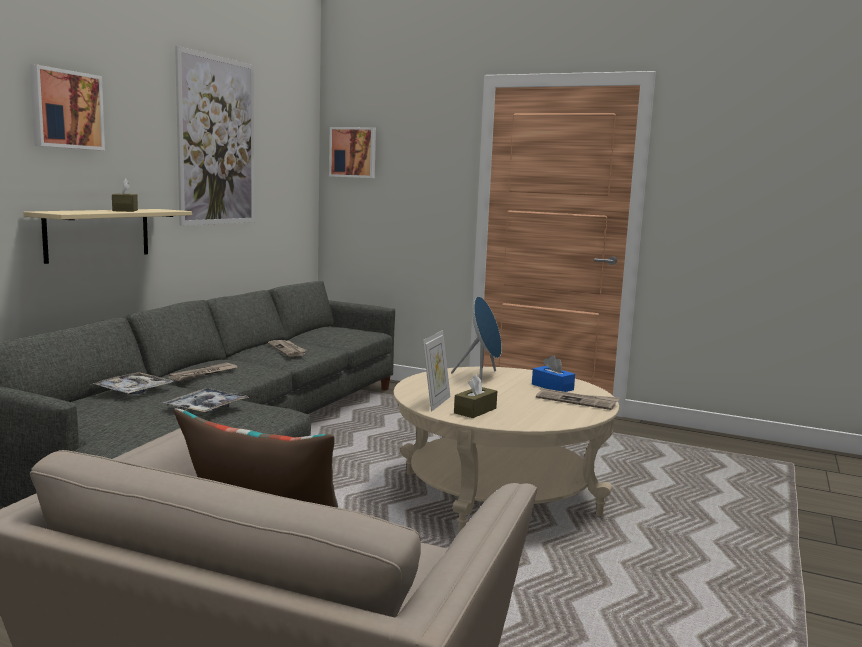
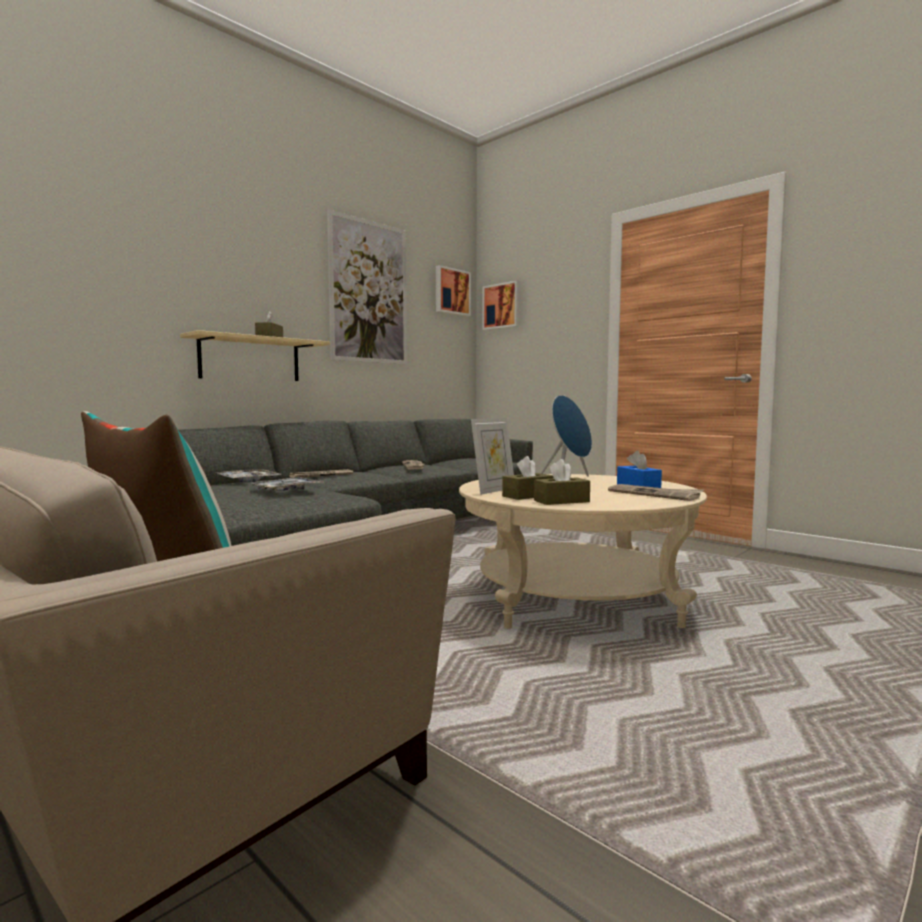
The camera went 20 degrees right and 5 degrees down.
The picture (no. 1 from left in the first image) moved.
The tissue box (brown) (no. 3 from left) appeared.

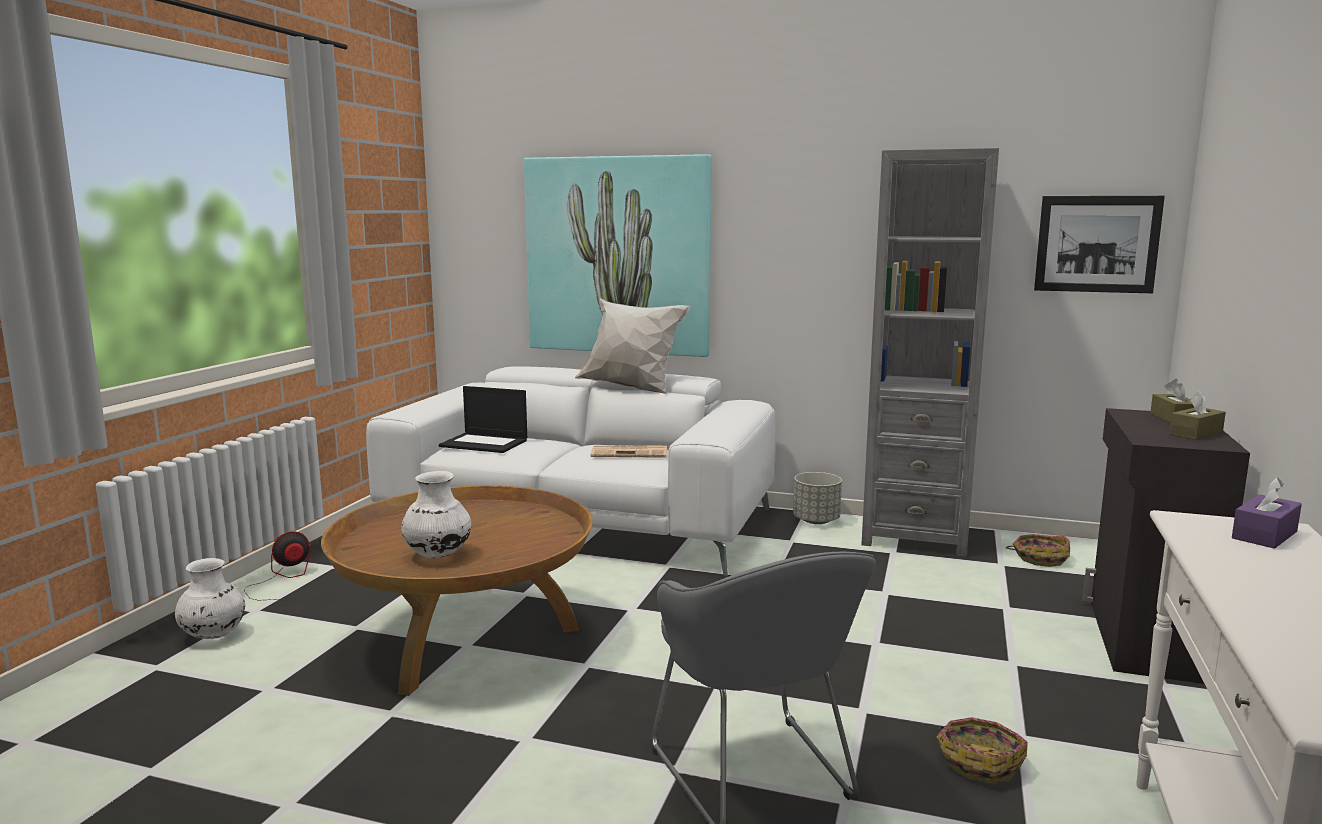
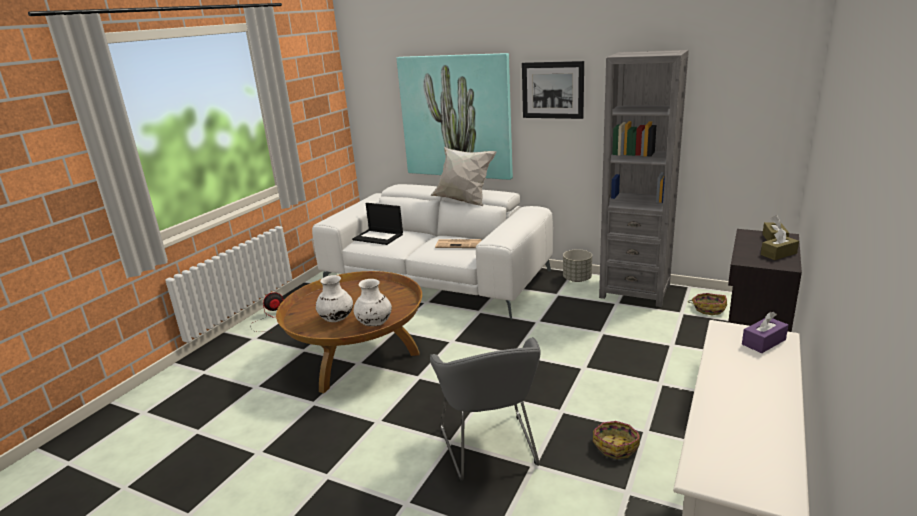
The camera went 10 degrees right and 10 degrees up.
The picture (no. 2 from left) moved.
The vase (white) (no. 1 from left in the first image) moved.

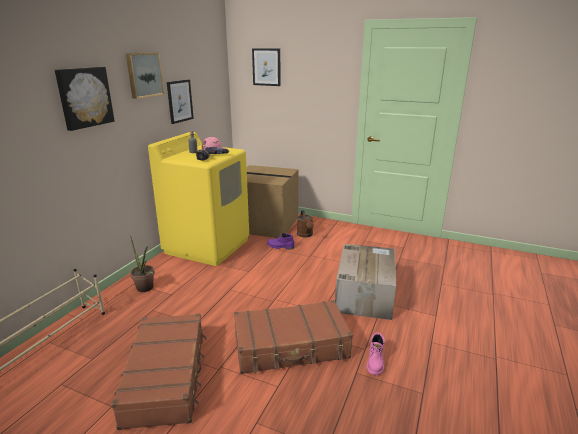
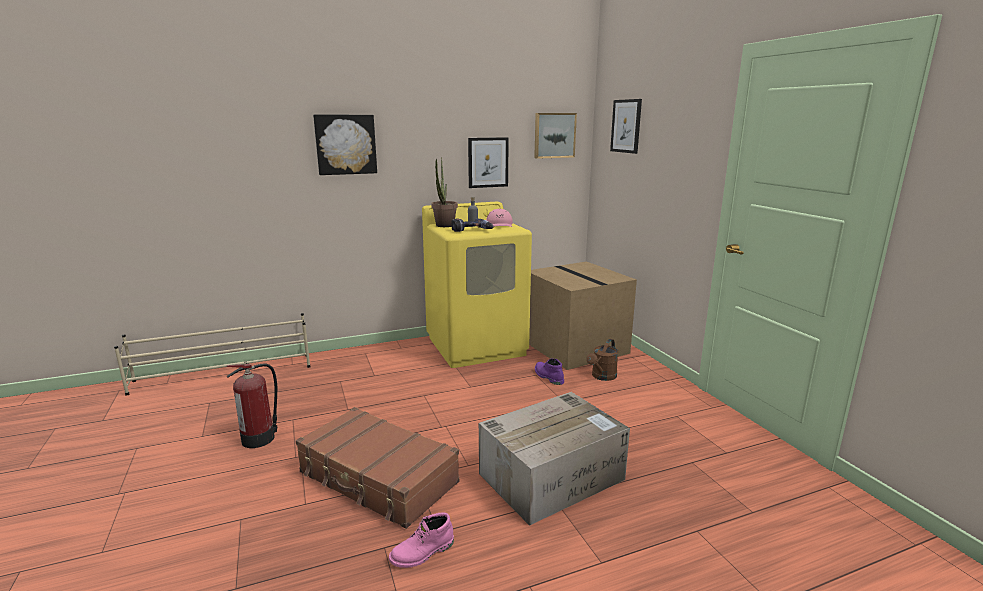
The camera went 45 degrees right and 5 degrees down.
The picture (no. 2 from left in the first image) moved.
The potted plant moved.
The suitcase (brown) (no. 1 from left) was replaced by the fire extinguisher.

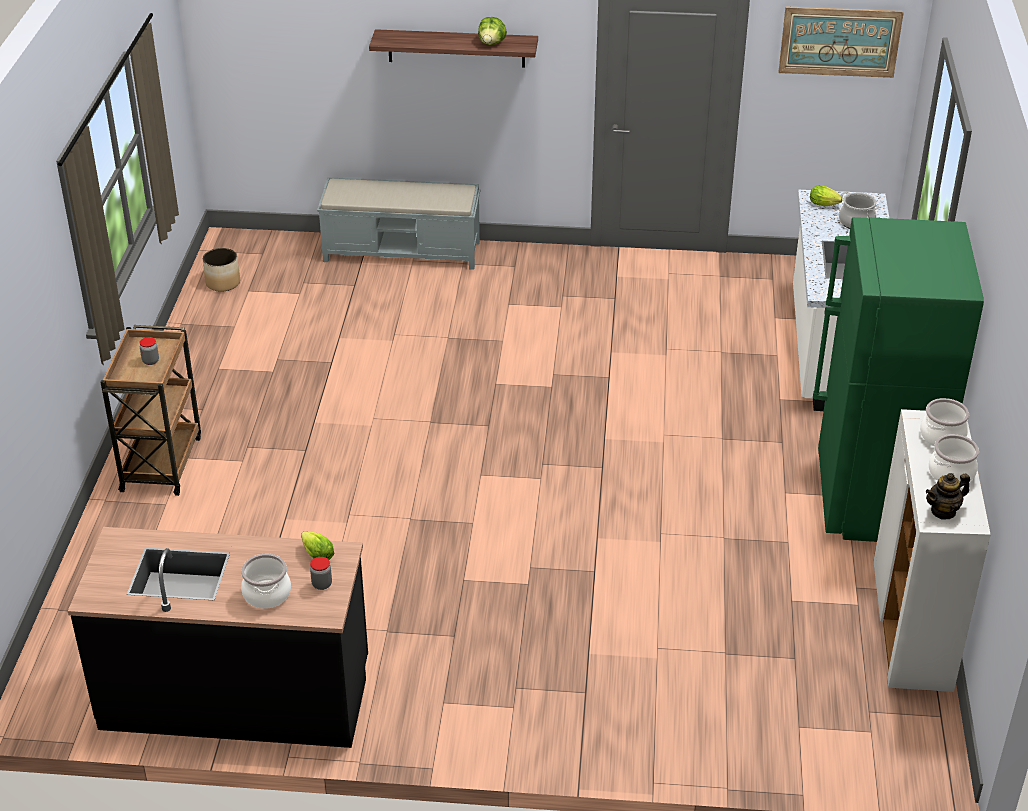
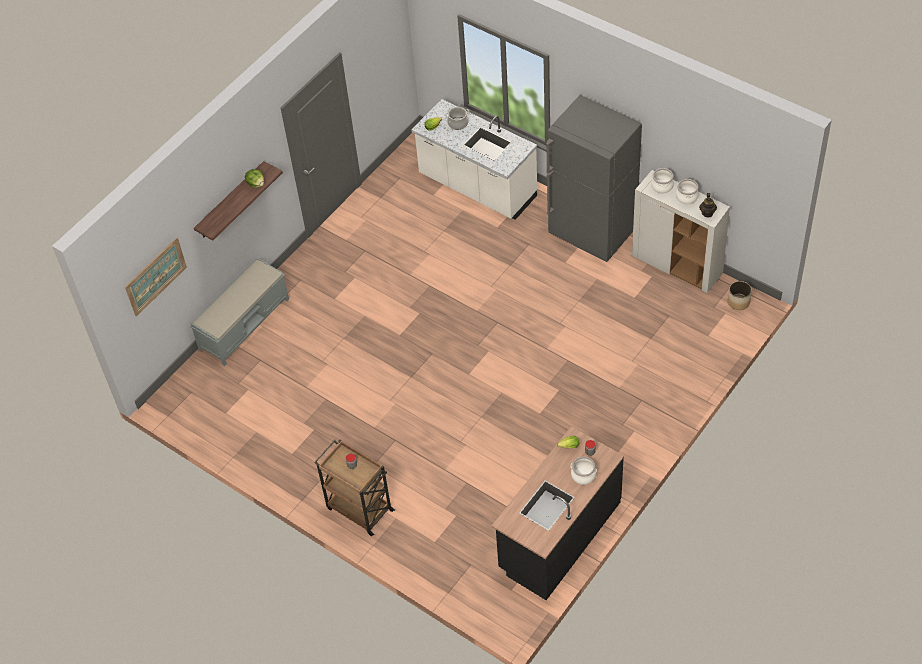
The camera went 55 degrees left and 15 degrees up.
The picture moved.
The fridge (green) became the fridge (grey).
The planter moved.

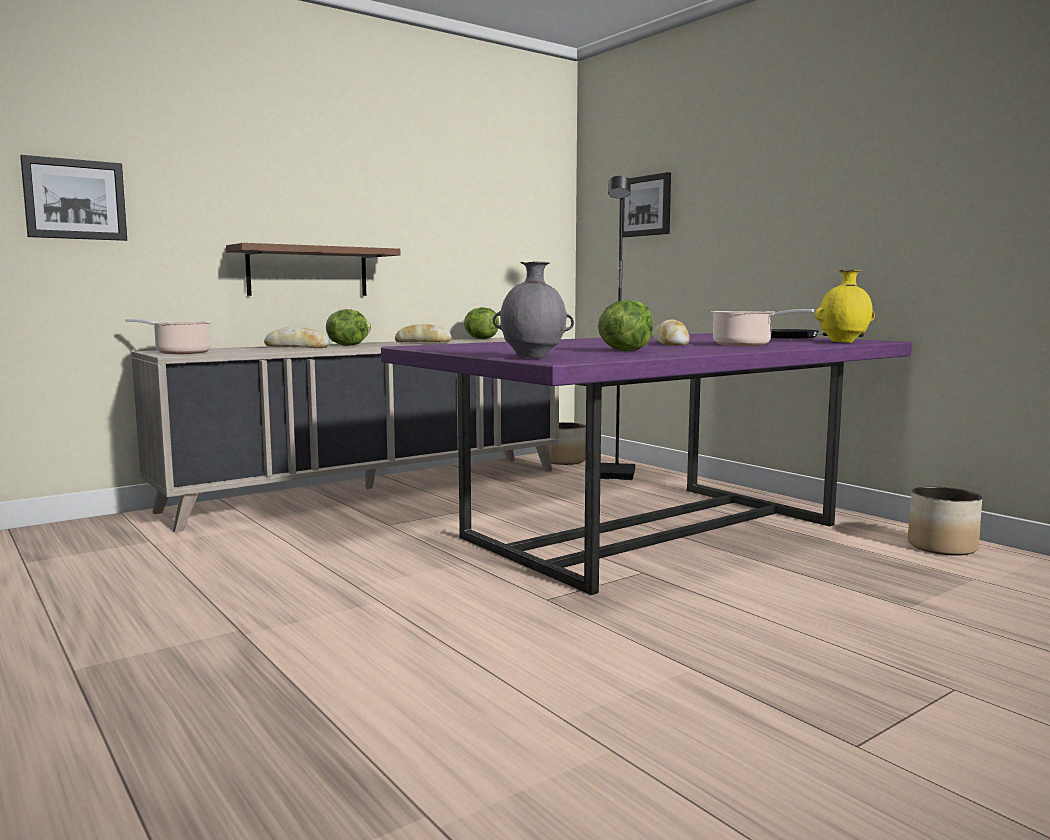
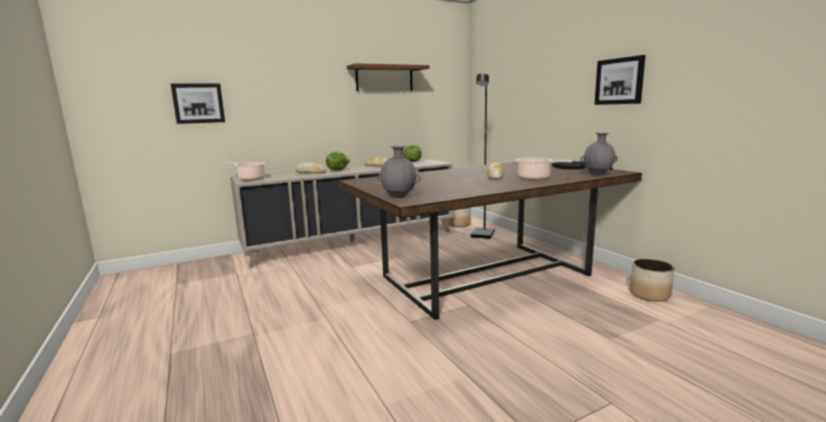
The camera went 10 degrees right and 5 degrees up.
The picture (no. 2 from left) moved.
The shelf (brown) moved.
The vase (yellow) became the vase (grey) (no. 2 from left).
The lettuce (no. 3 from left) disappeared.
The dining table (purple) became the dining table (brown).

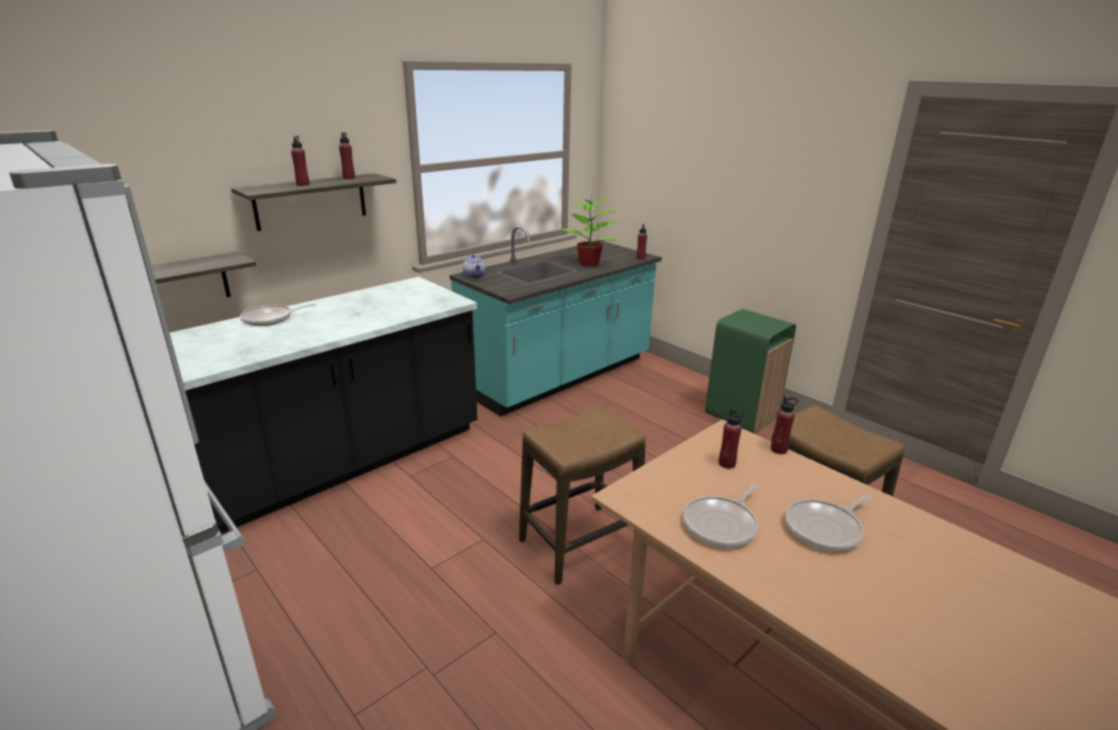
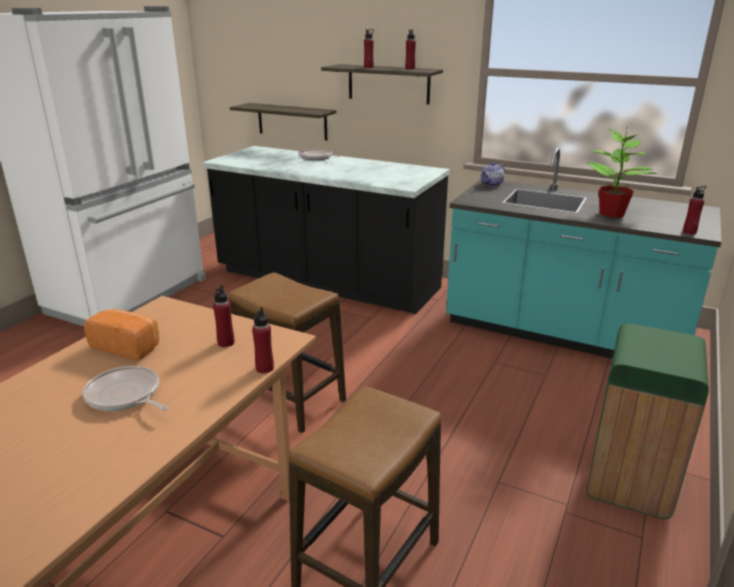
The camera went 70 degrees right and 0 degrees up.
The frying pan (no. 2 from left) was replaced by the bread.

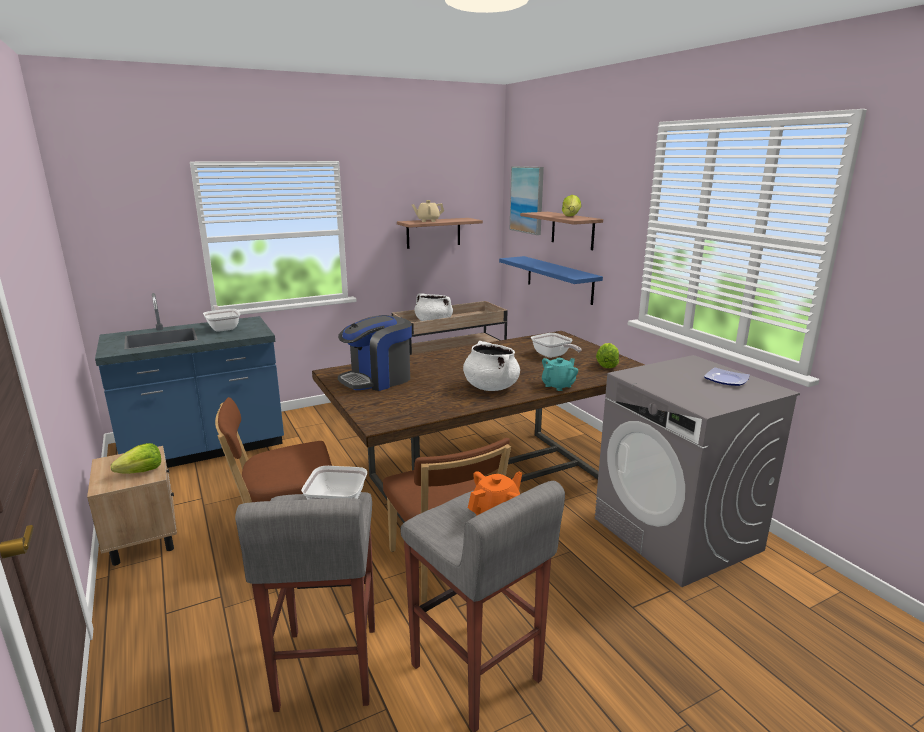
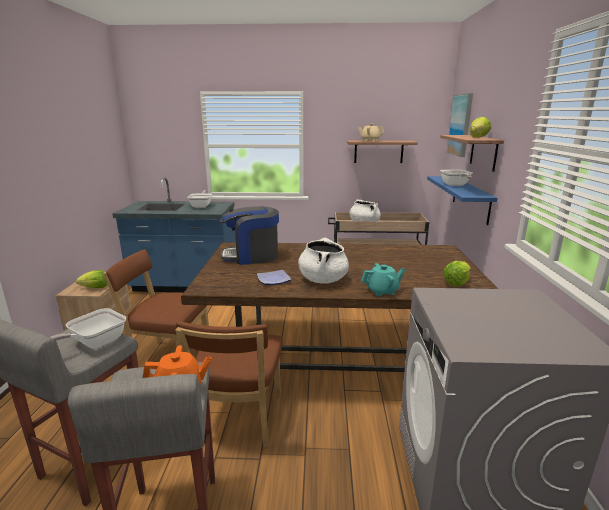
The camera went 30 degrees right and 0 degrees up.
The frying pan (no. 3 from left) moved.
The plate moved.

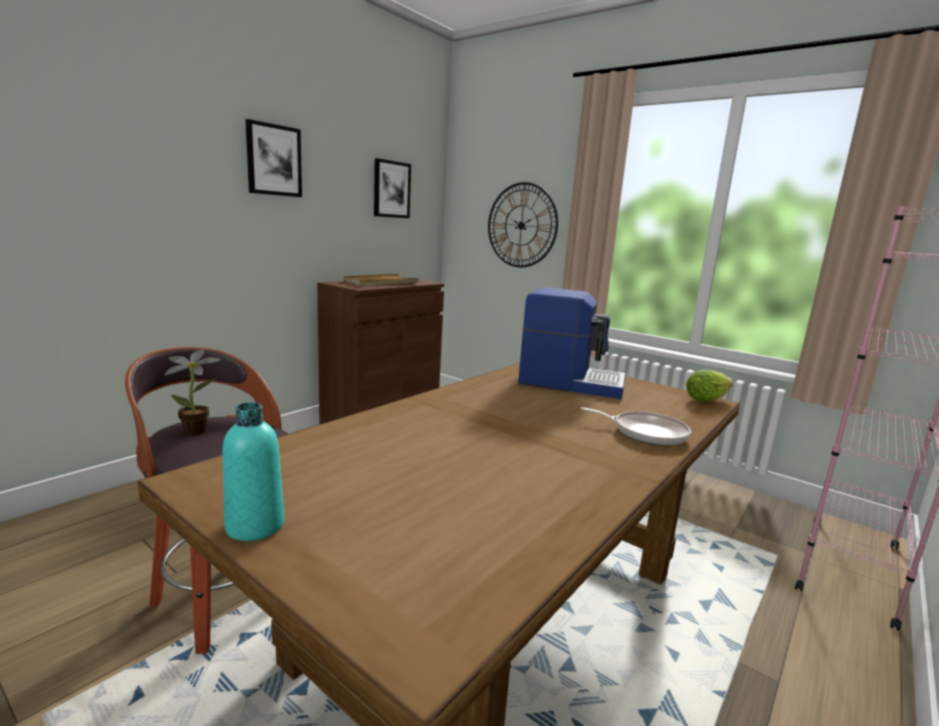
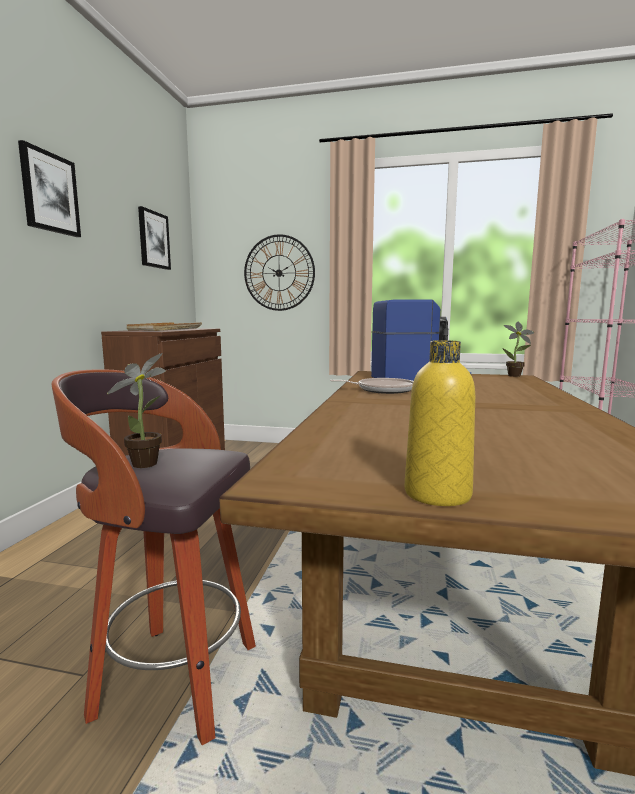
The camera went 25 degrees left and 5 degrees down.
The lettuce was replaced by the potted plant (no. 2 from left).
The bottle (turquoise) became the bottle (yellow).
The frying pan moved.

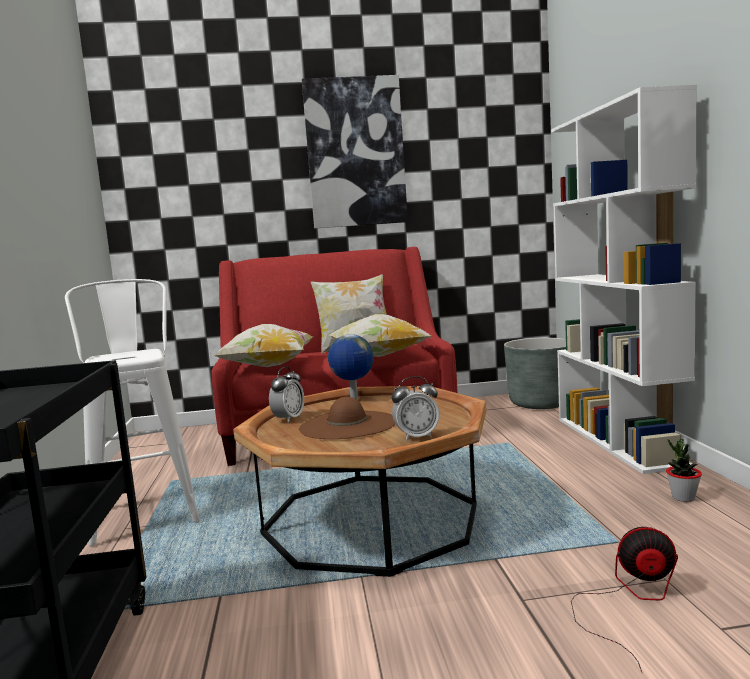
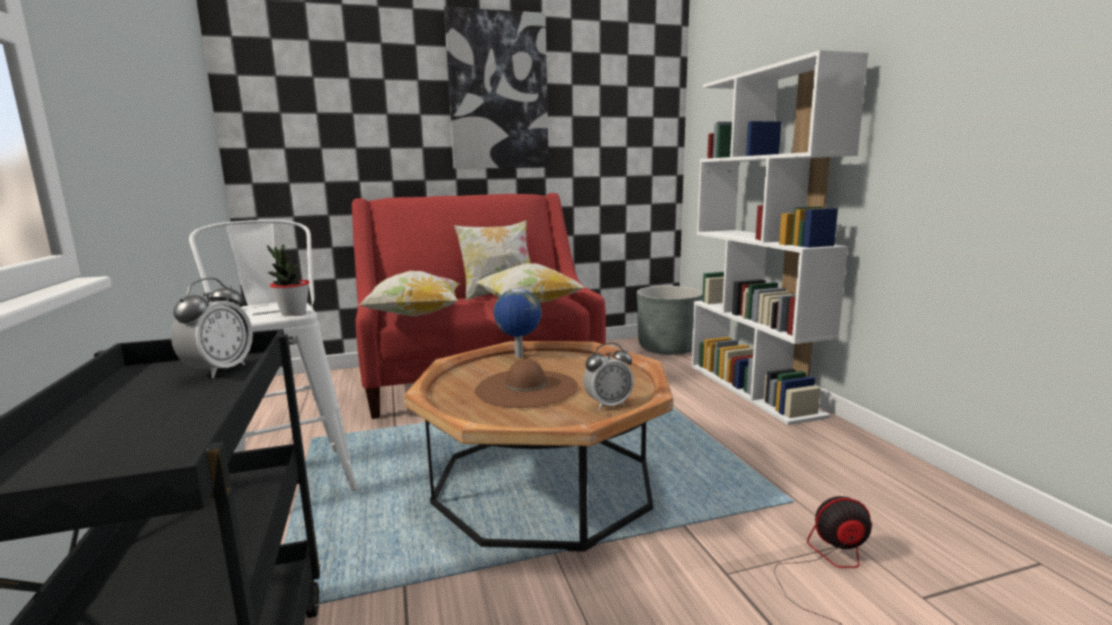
The camera went 10 degrees left and 5 degrees up.
The alarm clock (no. 1 from left) moved.
The potted plant moved.

